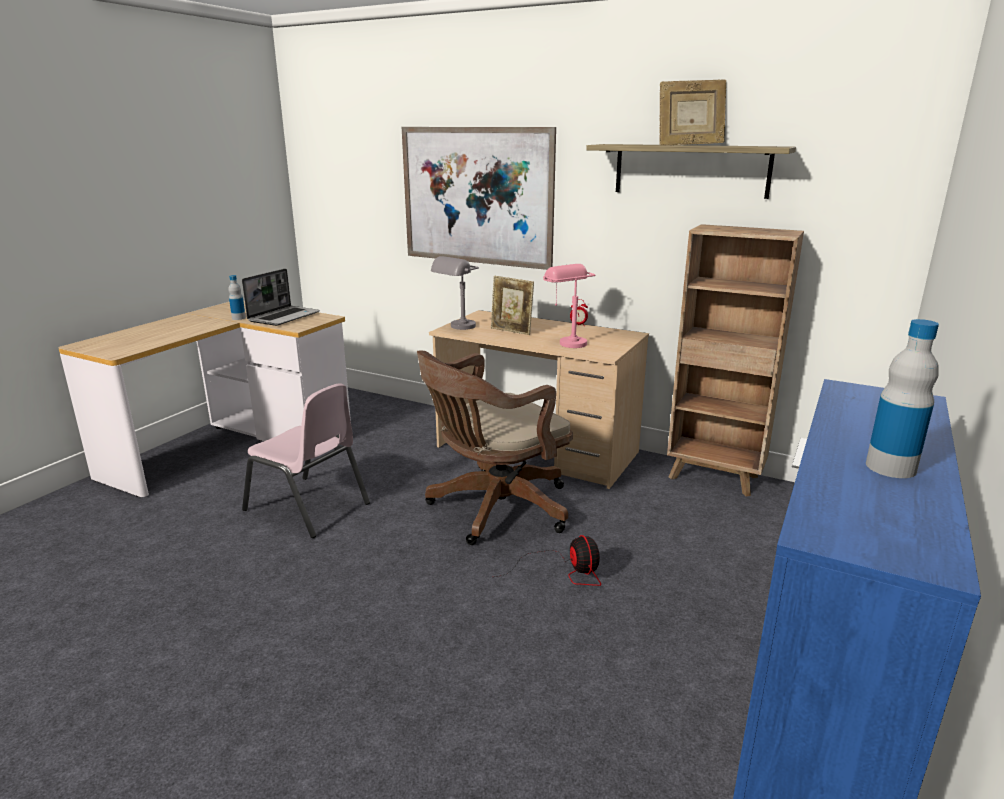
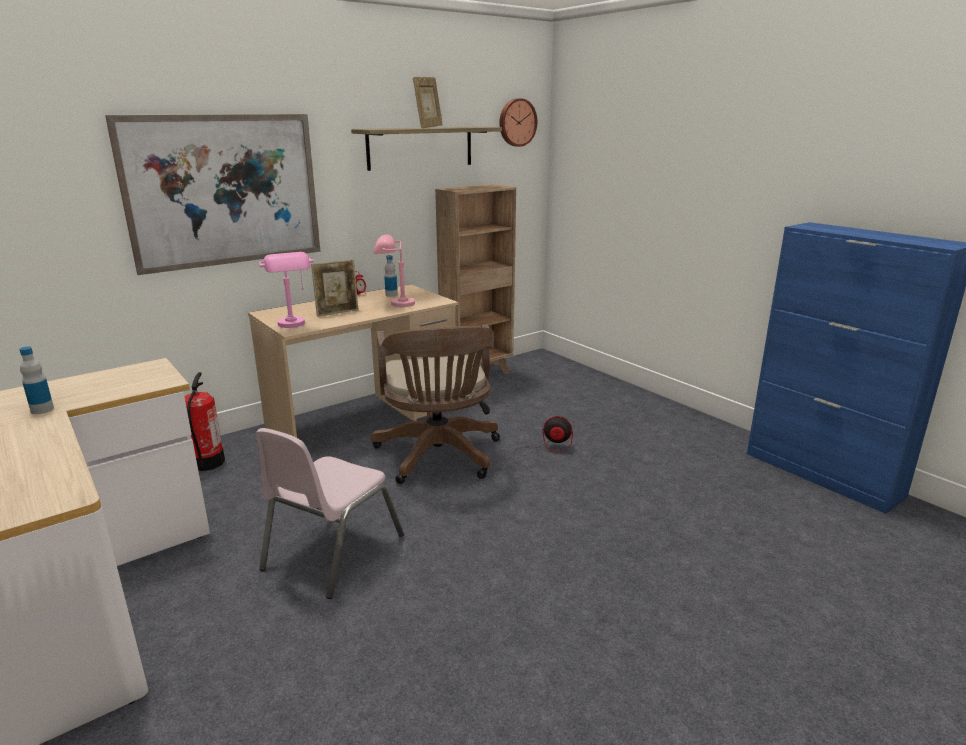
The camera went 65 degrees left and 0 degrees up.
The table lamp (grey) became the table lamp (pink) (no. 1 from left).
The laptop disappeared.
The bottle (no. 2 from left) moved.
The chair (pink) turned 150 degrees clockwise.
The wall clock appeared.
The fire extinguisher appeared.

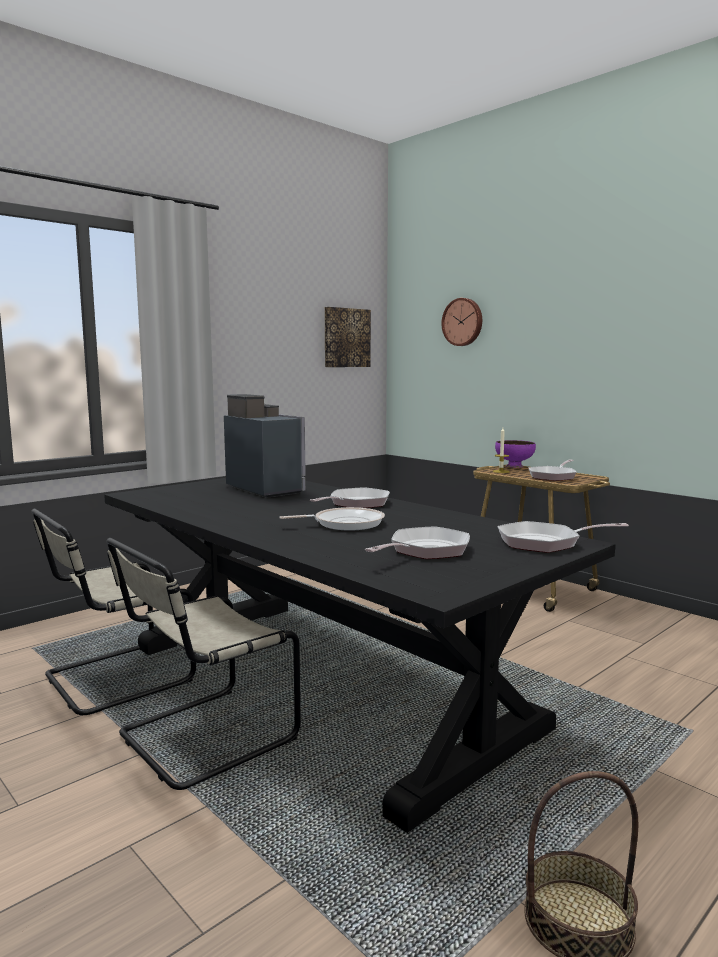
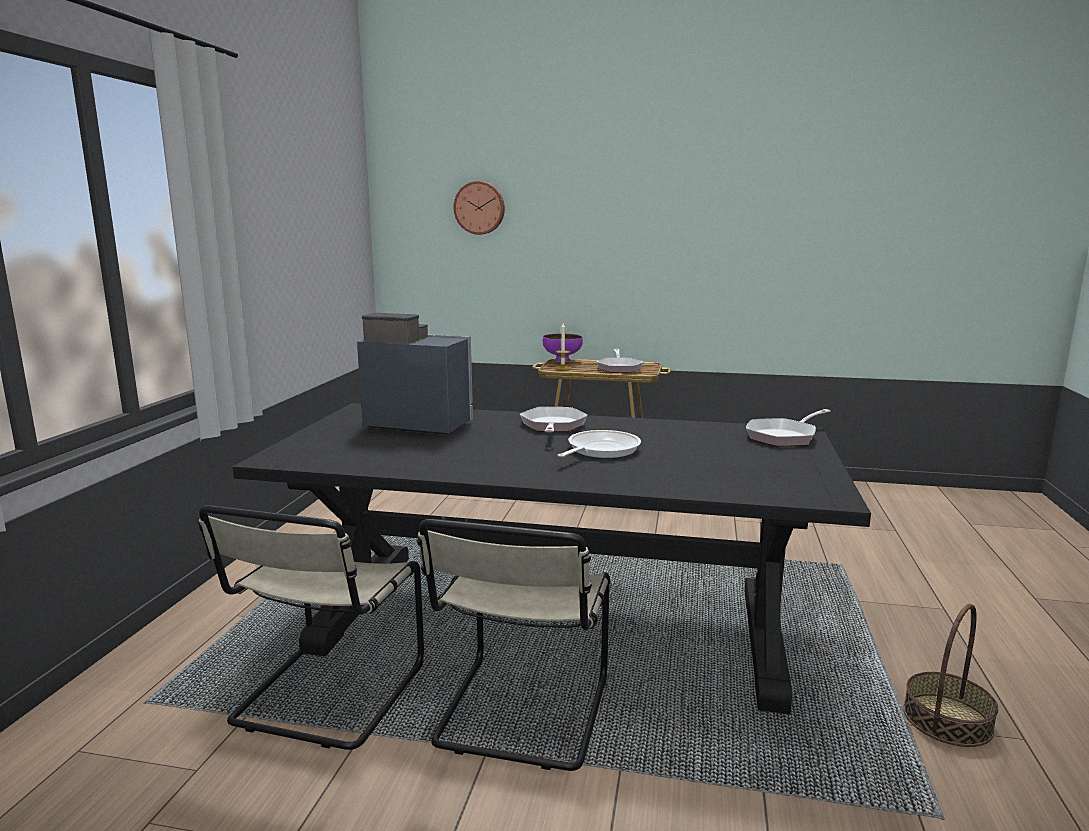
The camera went 35 degrees left and 5 degrees up.
The picture disappeared.
The frying pan (no. 3 from left) disappeared.

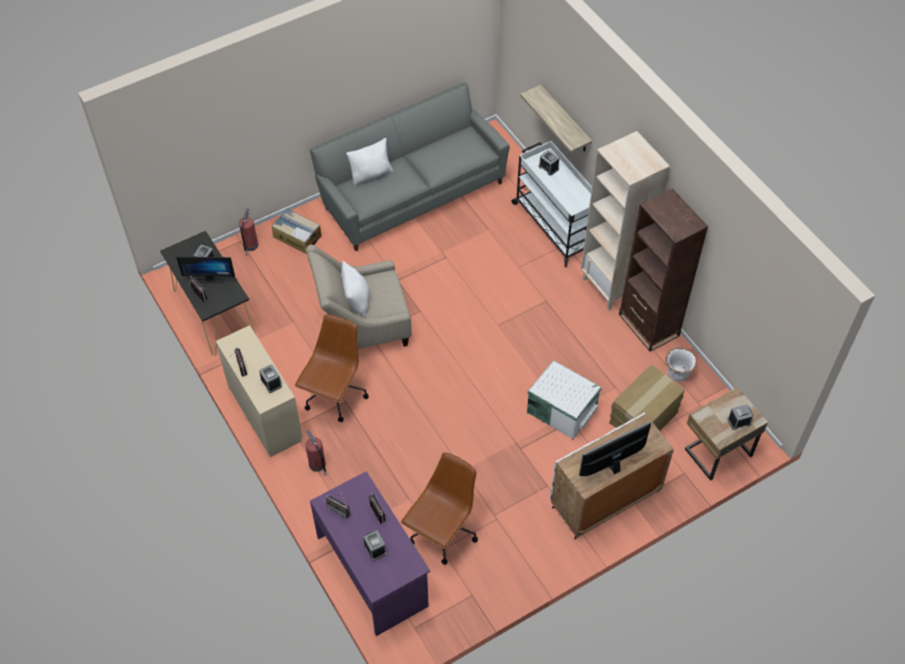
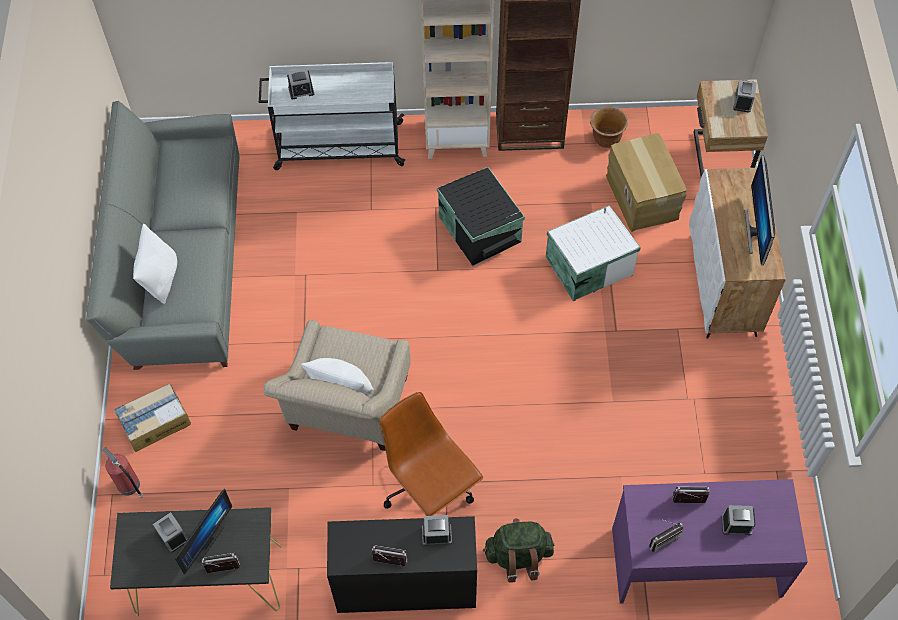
The camera went 60 degrees left and 5 degrees up.
The shelf disappeared.
The desk (beige) became the desk (black).
The planter (white) became the planter (brown).
The fire extinguisher (no. 2 from left) was replaced by the backpack (green).
The office chair (brown) (no. 2 from left) disappeared.
The storage box (black) appeared.

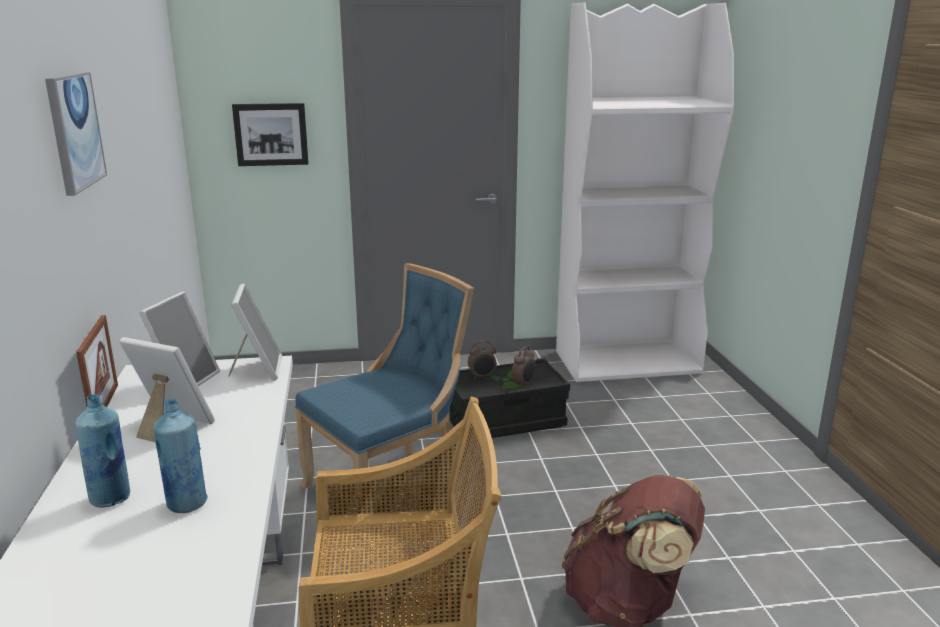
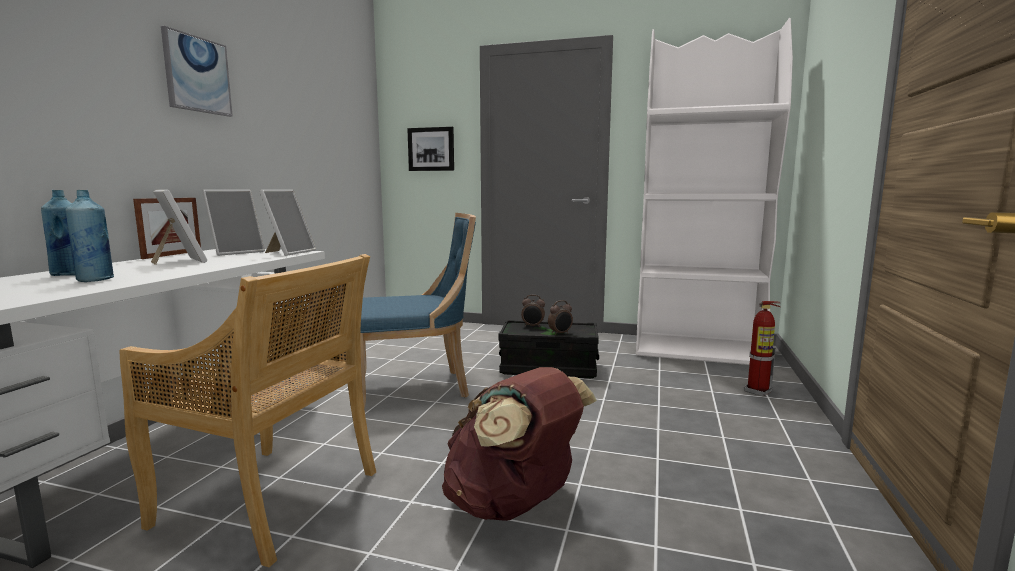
The camera went 25 degrees right and 10 degrees down.
The fire extinguisher appeared.

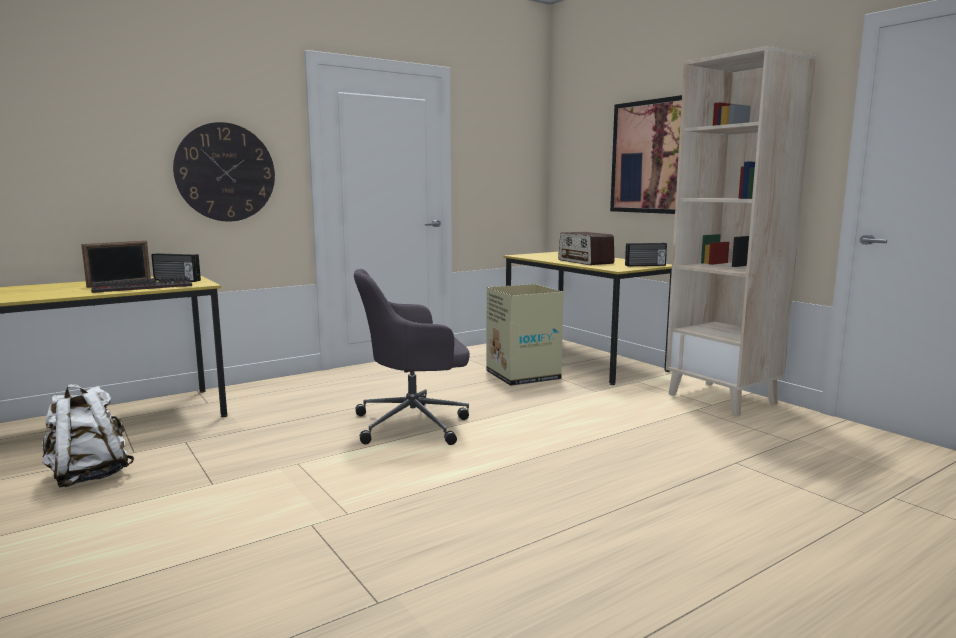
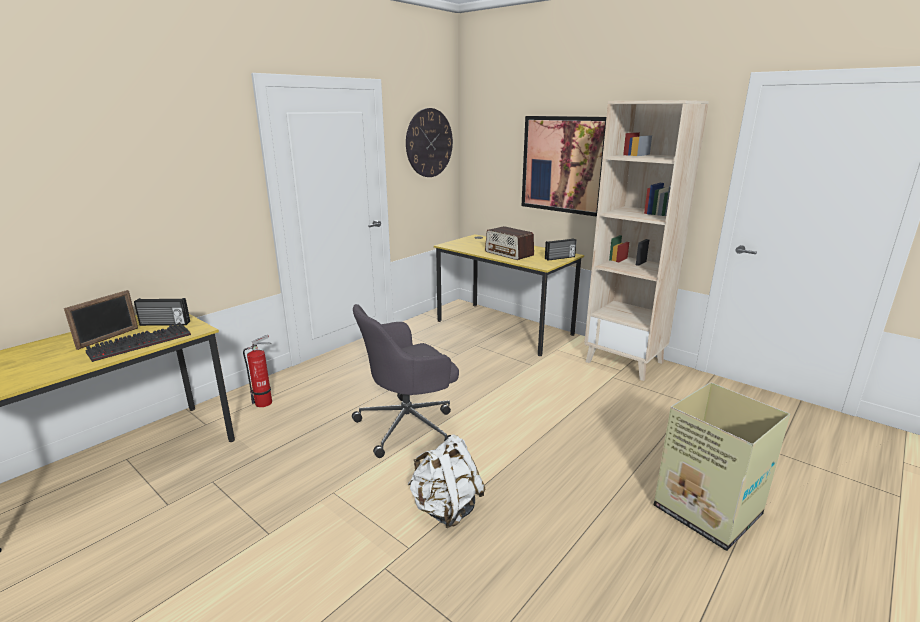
The camera went 15 degrees left and 10 degrees up.
The wall clock moved.
The cardboard box moved.
The backpack (white) moved.
The fire extinguisher appeared.

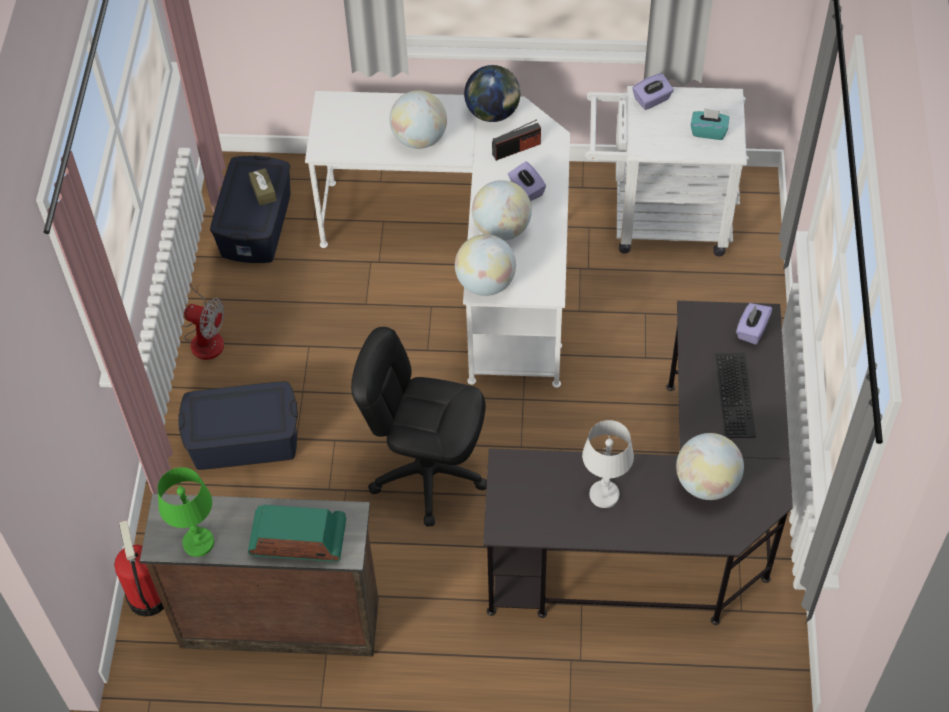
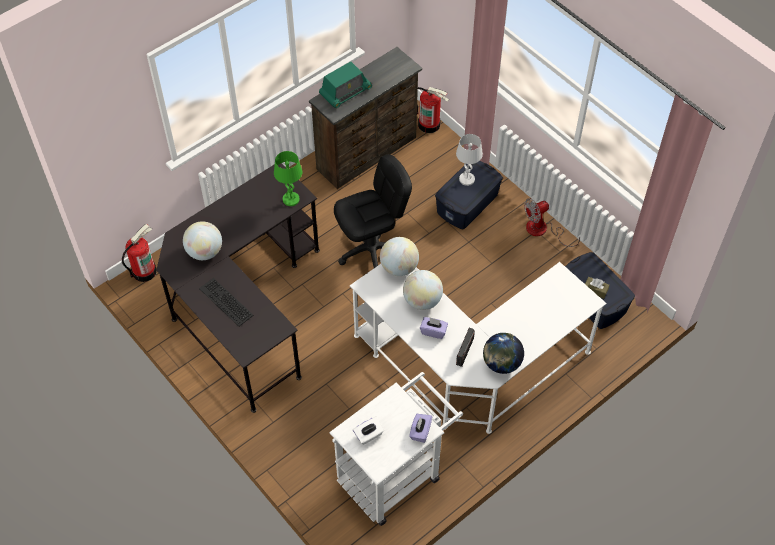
The camera went 135 degrees right and 0 degrees up.
The globe (no. 1 from left) disappeared.
The tissue box (turquoise) became the tissue box (white).
The tissue box (purple) (no. 3 from left) disappeared.
The table lamp (white) moved.
The table lamp (green) moved.
The fire extinguisher (no. 1 from left) appeared.

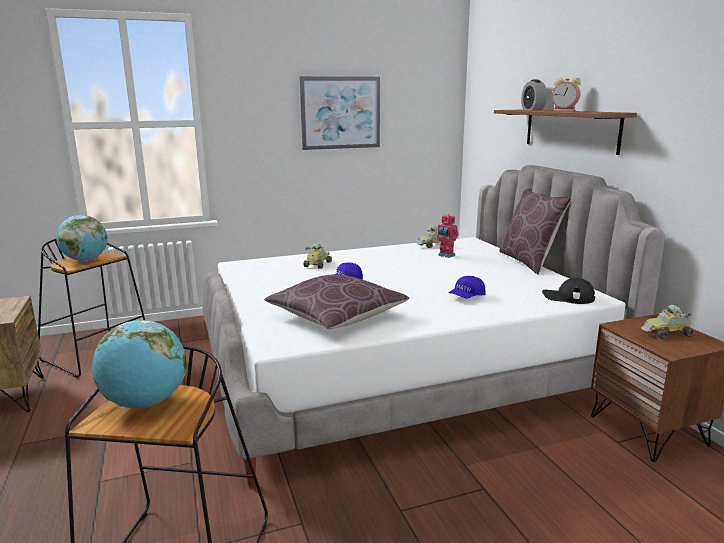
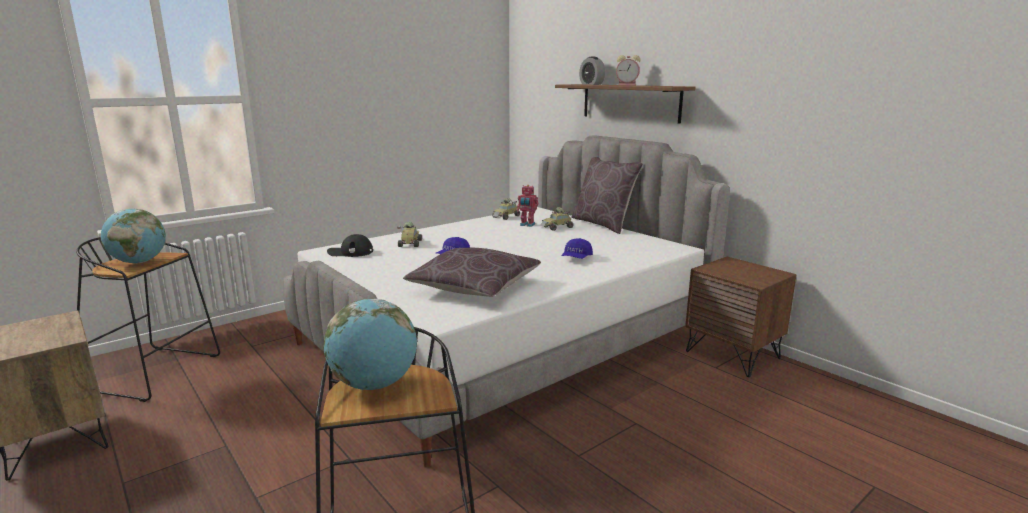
The camera went 20 degrees left and 0 degrees up.
The picture disappeared.
The cap (black) moved.
The toy car (no. 3 from left) moved.

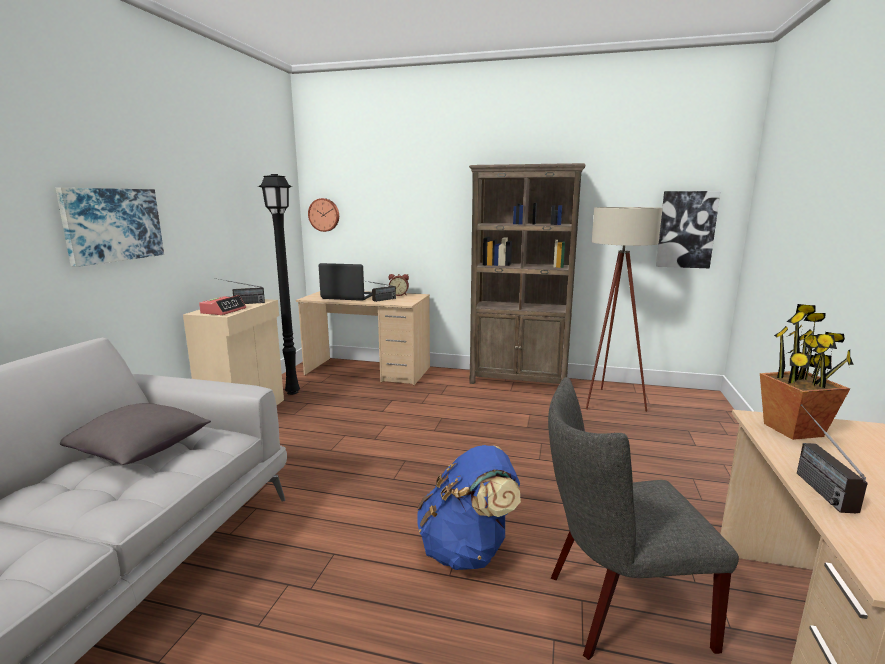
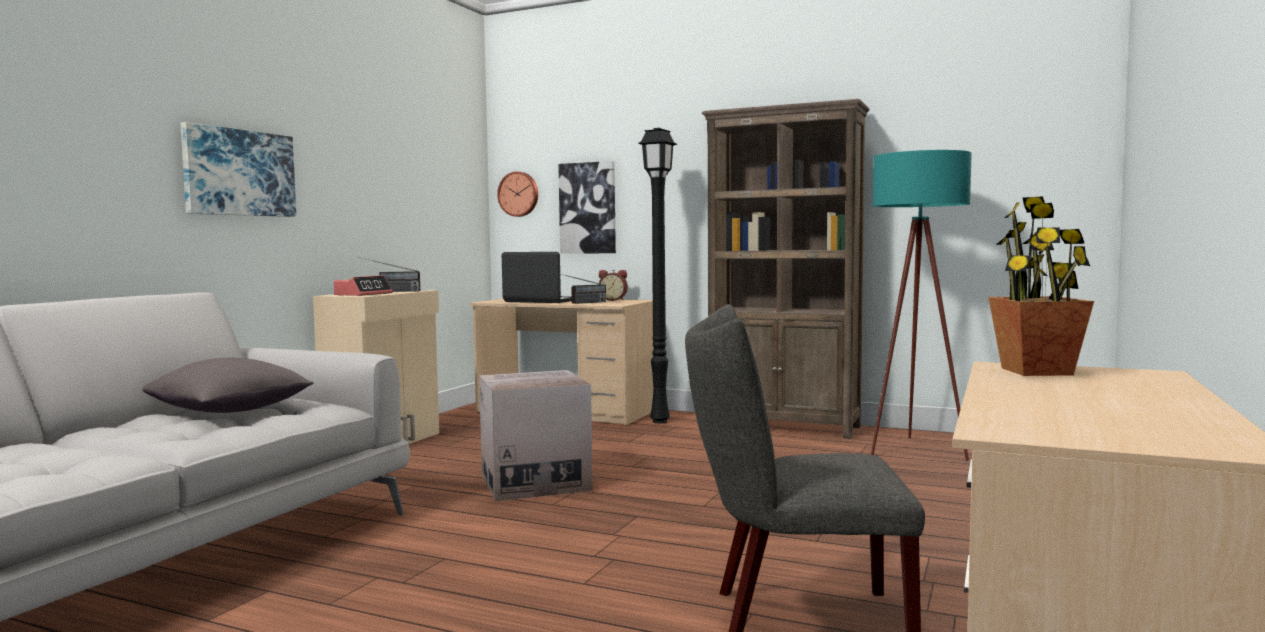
The camera went 10 degrees right and 10 degrees down.
The floor lamp (black) moved.
The picture (no. 2 from left) moved.
The floor lamp (beige) became the floor lamp (turquoise).
The radio (no. 3 from left) disappeared.
The backpack (blue) disappeared.
The cardboard box appeared.

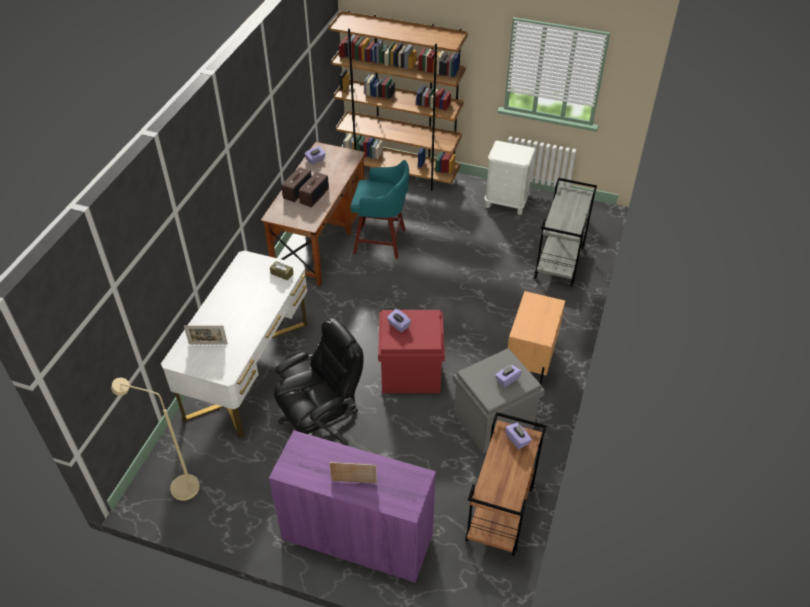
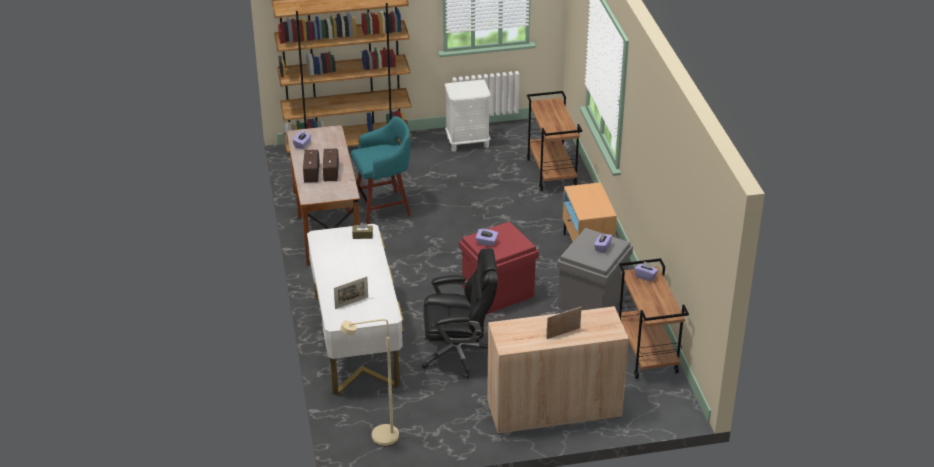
The camera went 30 degrees left and 10 degrees down.
The cart (grey) became the cart (brown) (no. 1 from left).
The office chair (black) turned 60 degrees clockwise.
The cabinet (purple) became the cabinet (beige).

